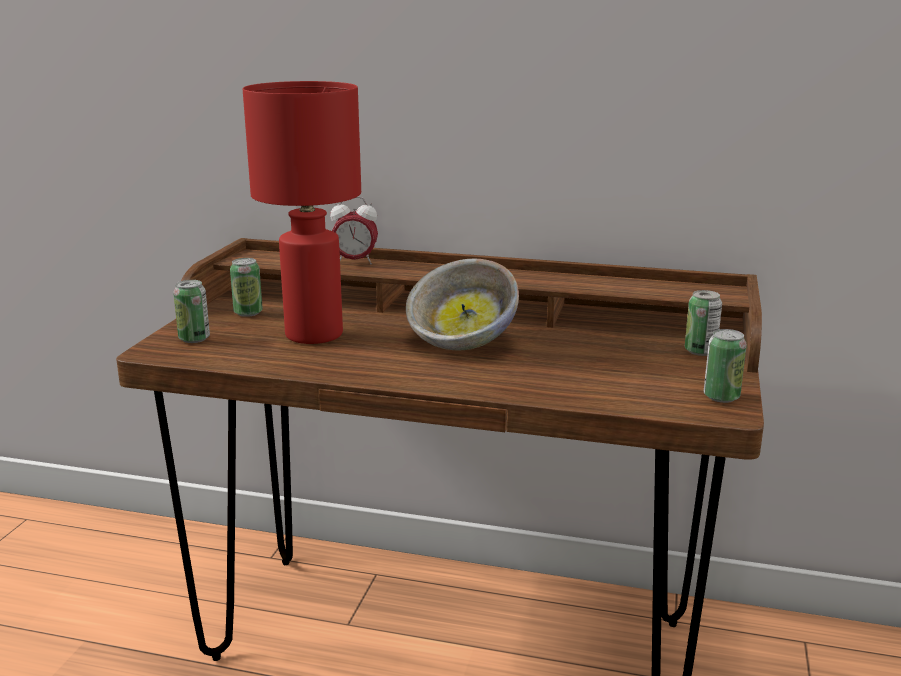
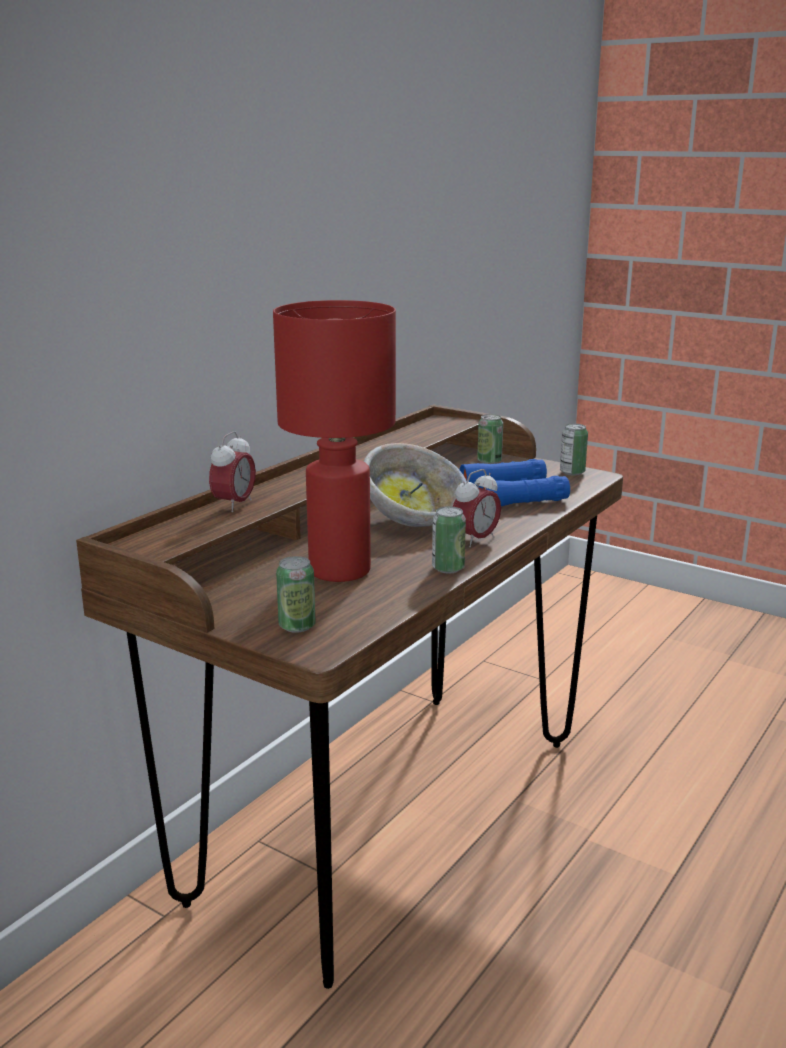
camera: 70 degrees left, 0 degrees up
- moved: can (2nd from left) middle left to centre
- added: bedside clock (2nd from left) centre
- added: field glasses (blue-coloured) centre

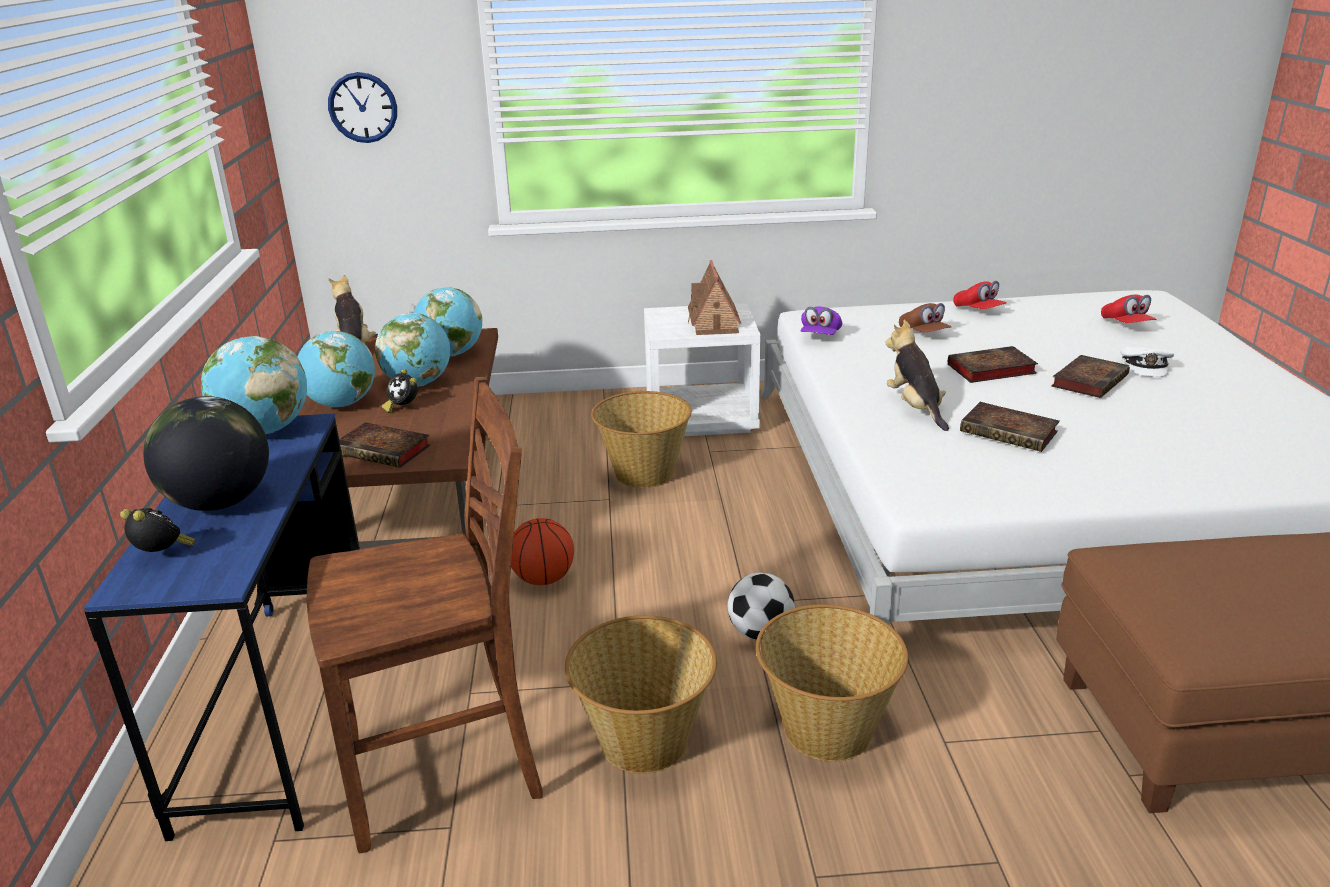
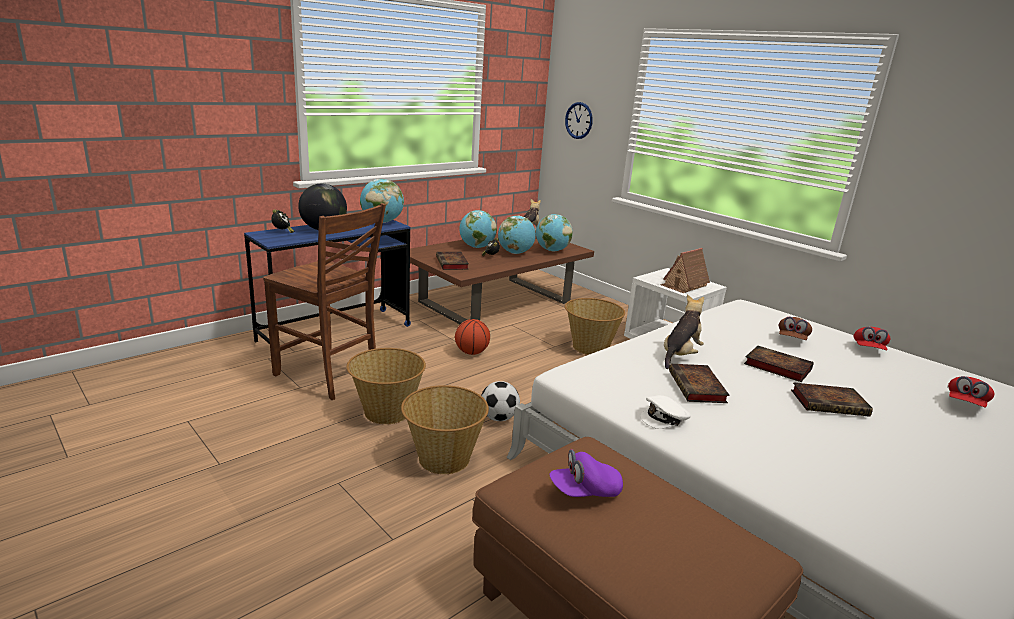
camera: 50 degrees right, 5 degrees down
- moved: cap (purple-coloured) centre to bottom centre
- moved: cap (whitish) middle right to centre

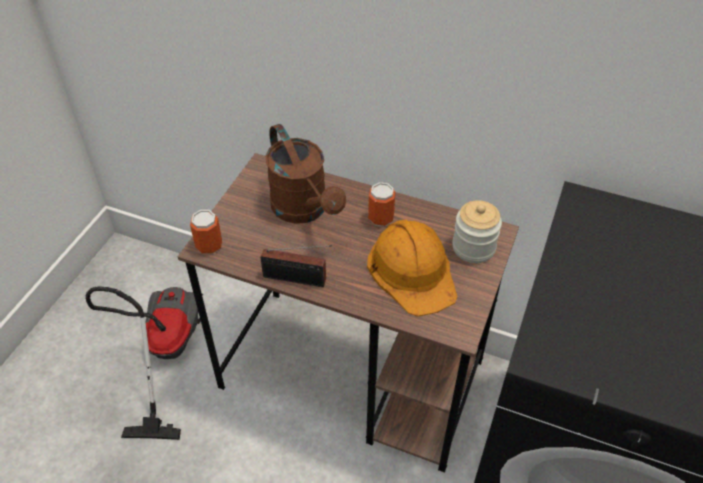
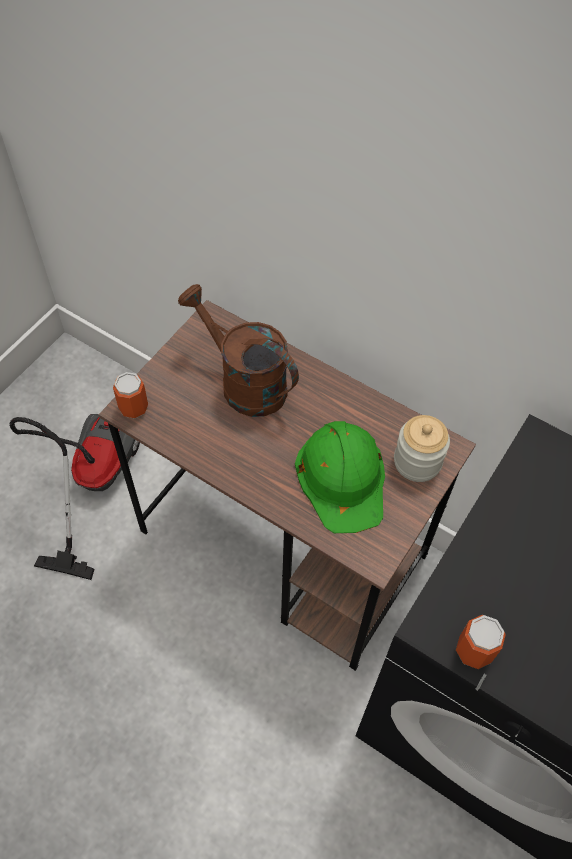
camera: 10 degrees right, 10 degrees up
- removed: radio centre
- turned: sprinkling can (brown-coloured) centre = centre 150 degrees clockwise
- recoloured: hard hat (orange-coloured) centre to hard hat (green) centre
- moved: can (2nd from left) centre to bottom right

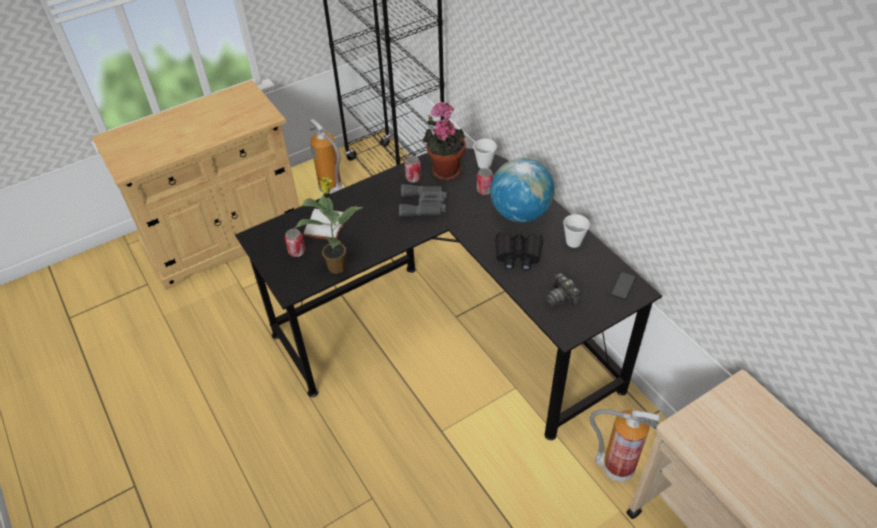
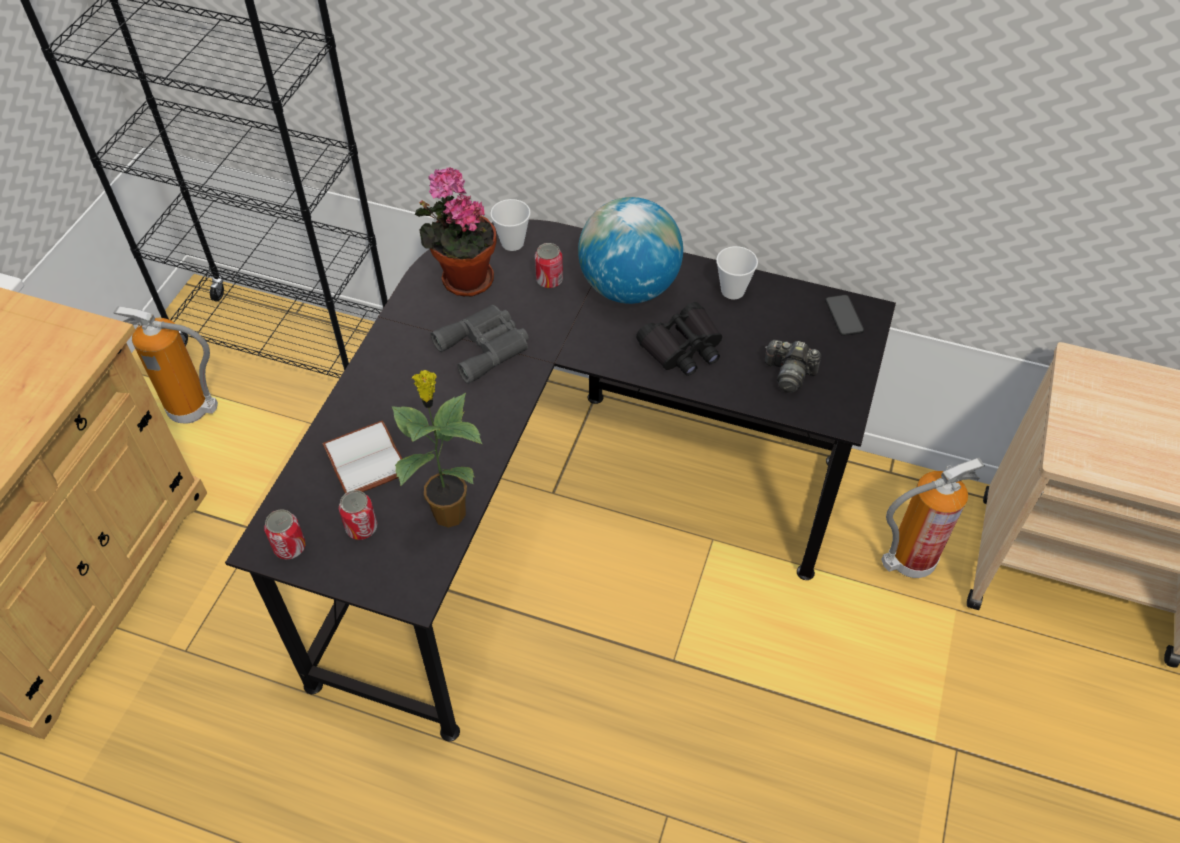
camera: 40 degrees left, 5 degrees up
- moved: can (2nd from left in the first image) top centre to can (1st from left) middle left

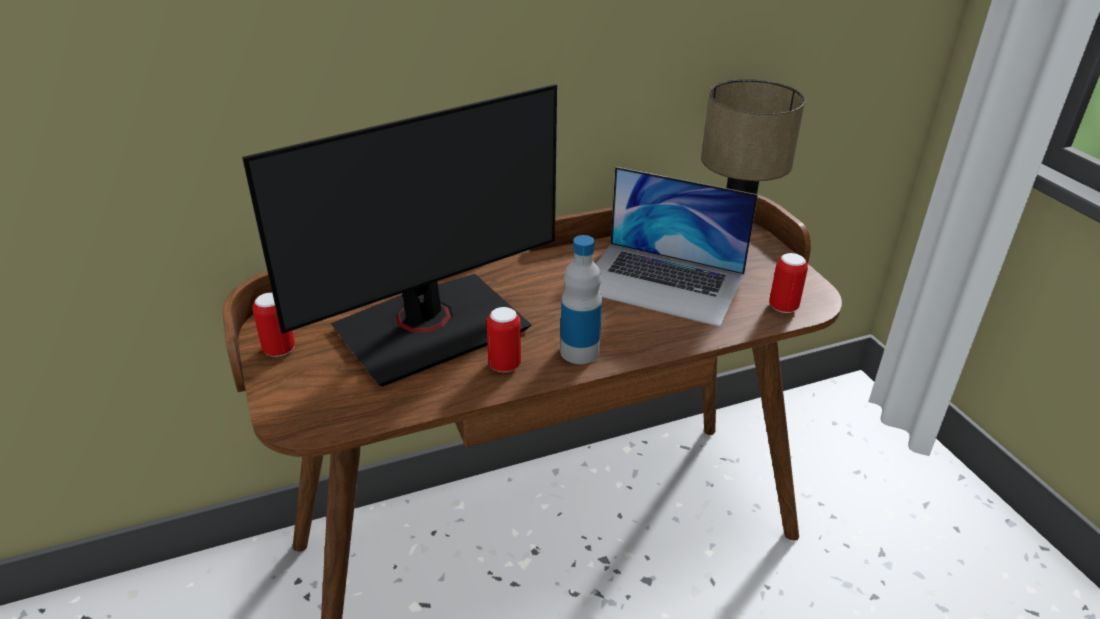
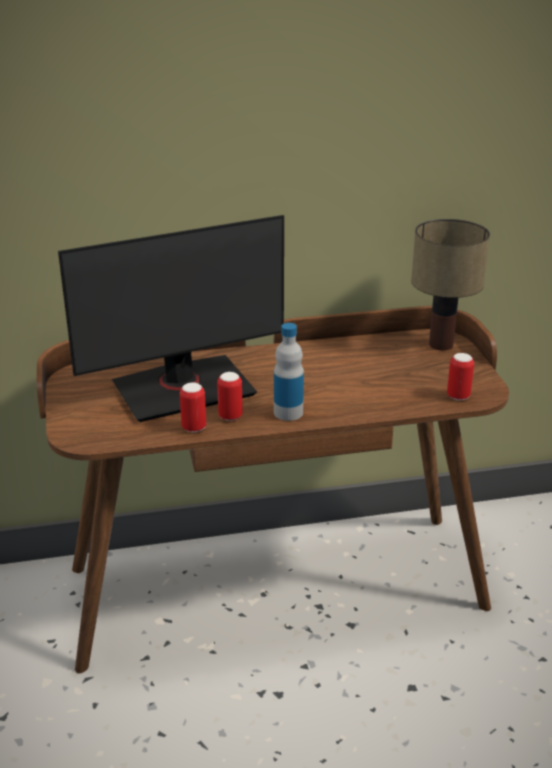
camera: 10 degrees right, 5 degrees down
- moved: can (1st from left) middle left to centre
- removed: notebook computer centre

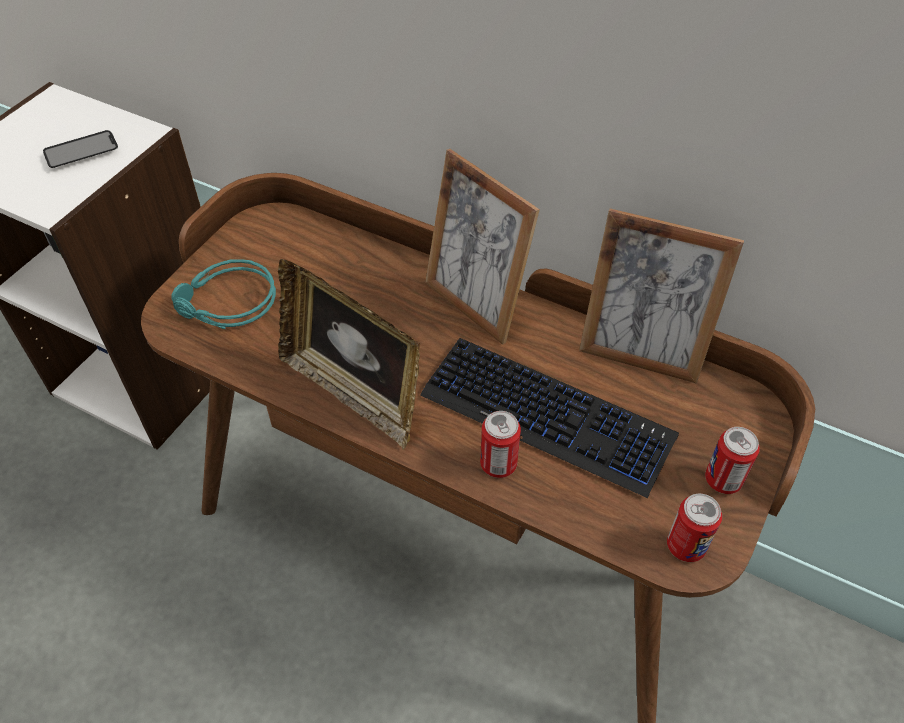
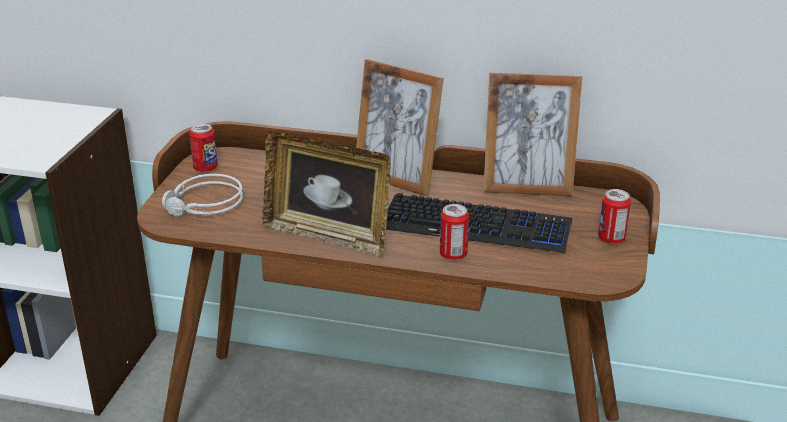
camera: 15 degrees left, 20 degrees down
- removed: telephone top left
- recoloured: headset (turquoise) middle left to headset (grey) middle left
- moved: can (2nd from left in the first image) bottom right to can (1st from left) middle left

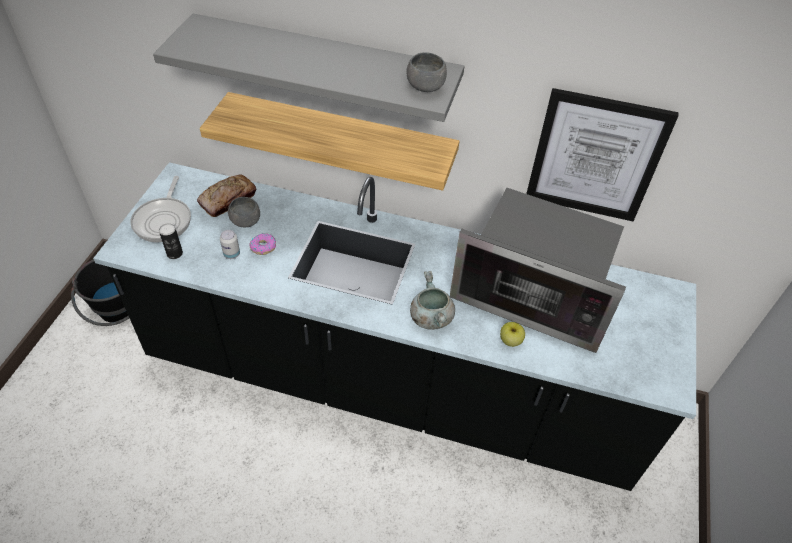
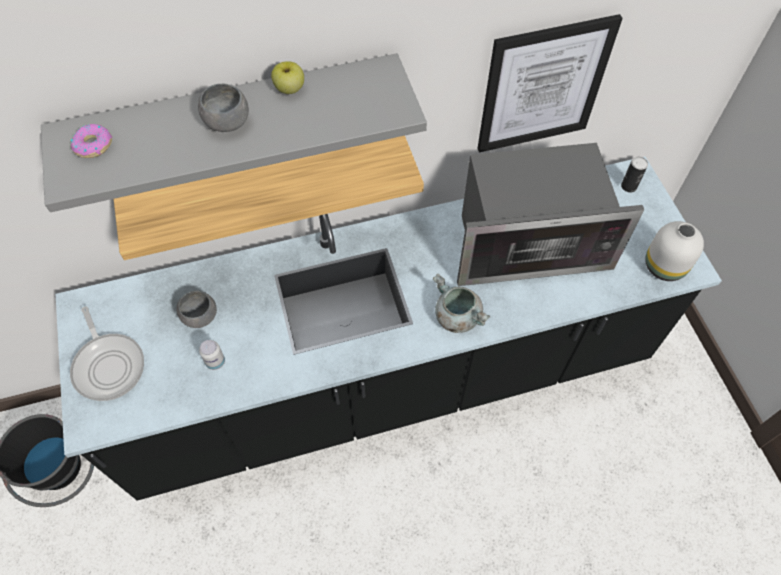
camera: 30 degrees left, 10 degrees up
- moved: can (1st from left in the first image) middle left to can (2nd from left) top right
- removed: bread middle left
- moved: doughnut middle left to top left
- moved: deep dish (grey) (2nd from left) top centre to top left
- moved: whole apple centre to top centre
- added: decorative vase (whitish) middle right

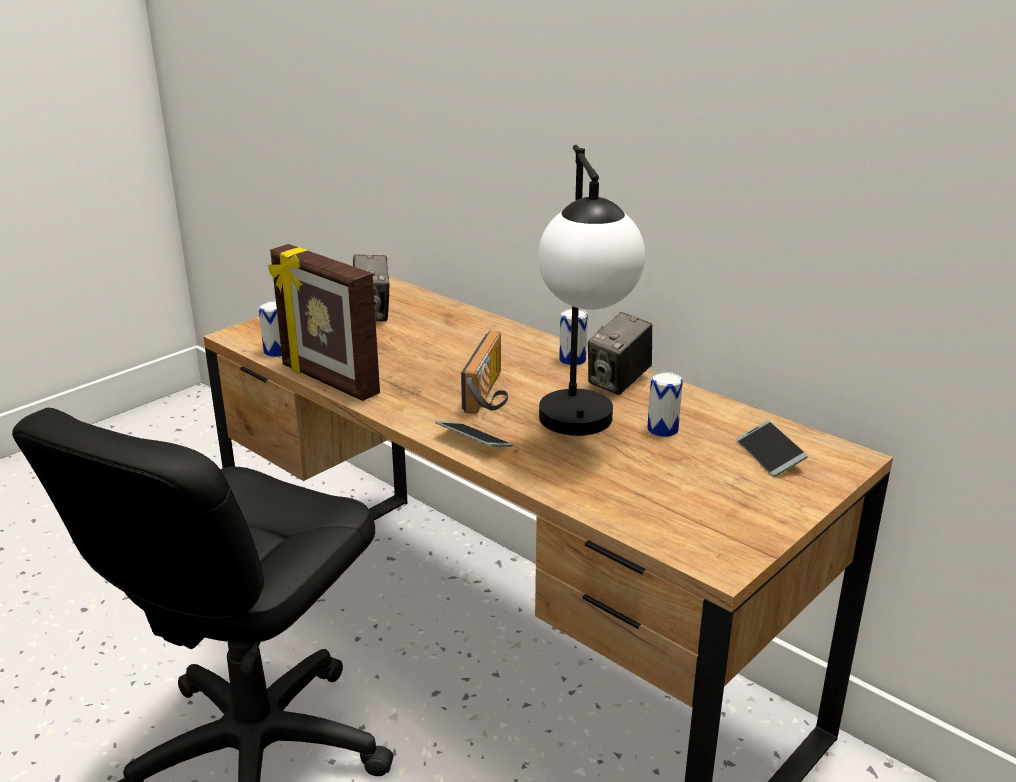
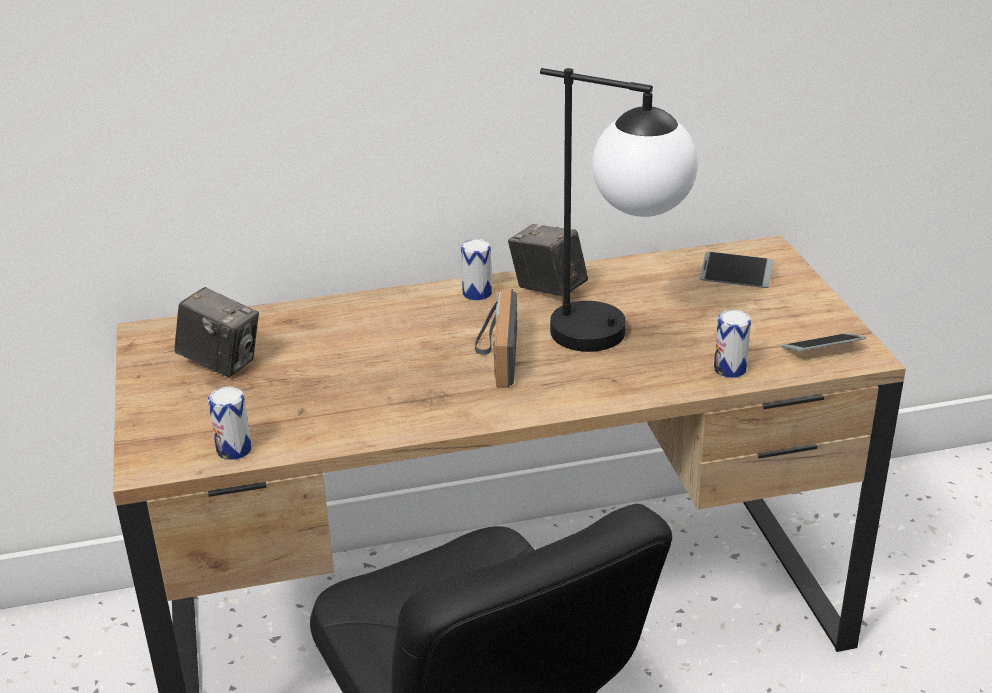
camera: 55 degrees left, 5 degrees up
- removed: picture frame middle left
- moved: telephone (1st from left in the first image) centre to telephone (2nd from left) middle right
- turned: radio centre = centre 135 degrees counterclockwise
- turned: photo camera (2nd from left) centre = centre 150 degrees clockwise
- moved: can (3rd from left) centre to middle right

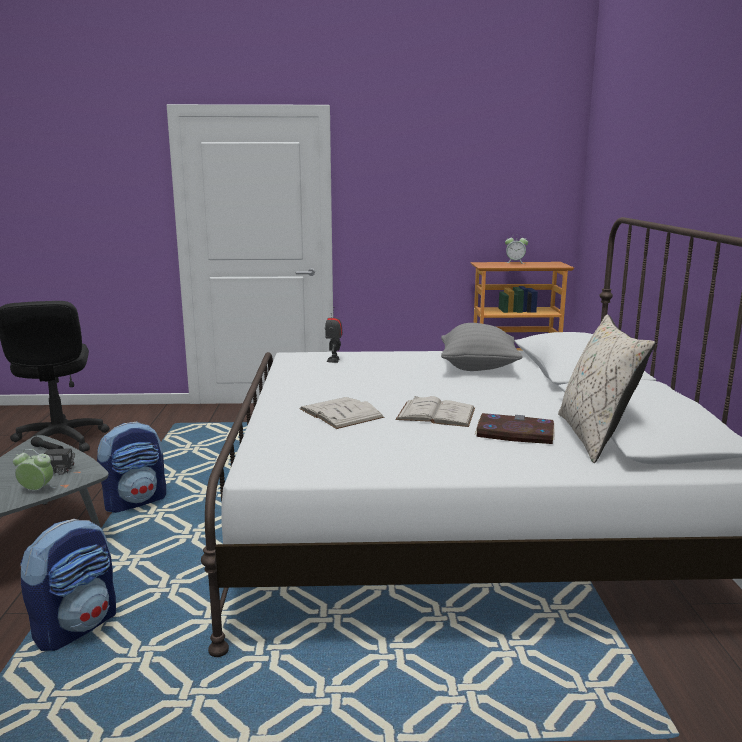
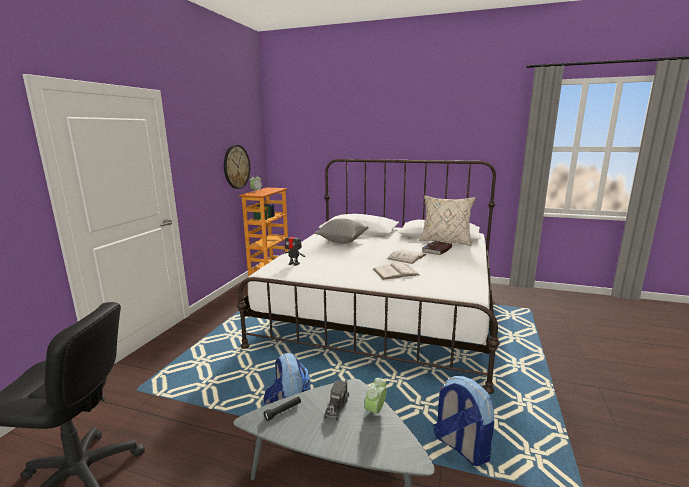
camera: 70 degrees left, 0 degrees up
- added: hanging clock centre

